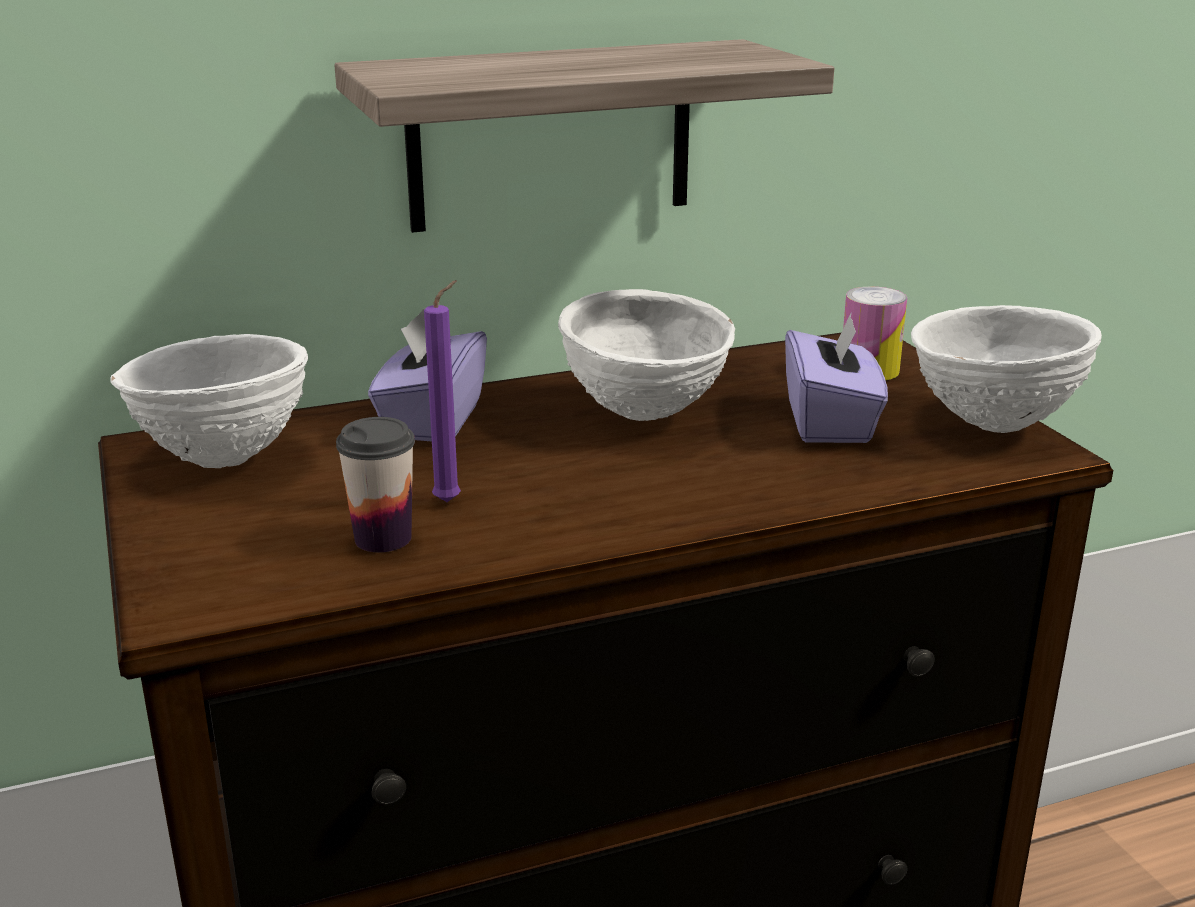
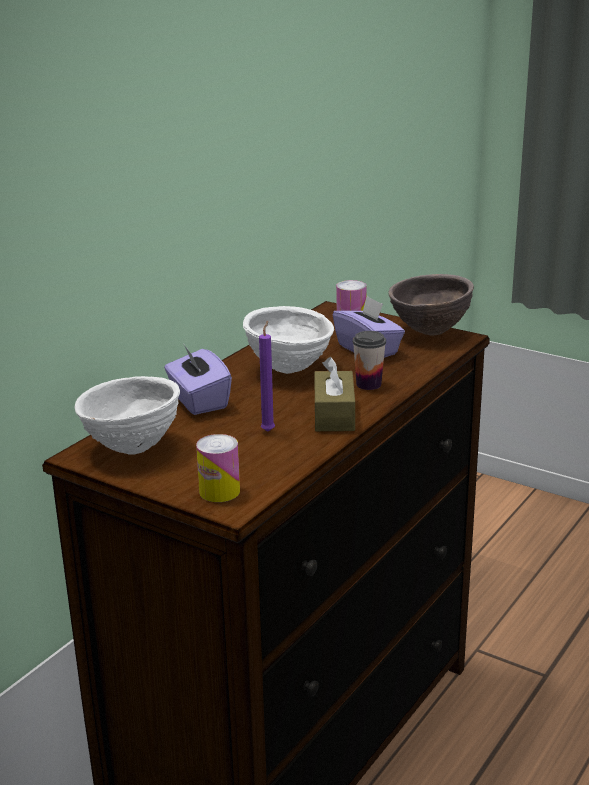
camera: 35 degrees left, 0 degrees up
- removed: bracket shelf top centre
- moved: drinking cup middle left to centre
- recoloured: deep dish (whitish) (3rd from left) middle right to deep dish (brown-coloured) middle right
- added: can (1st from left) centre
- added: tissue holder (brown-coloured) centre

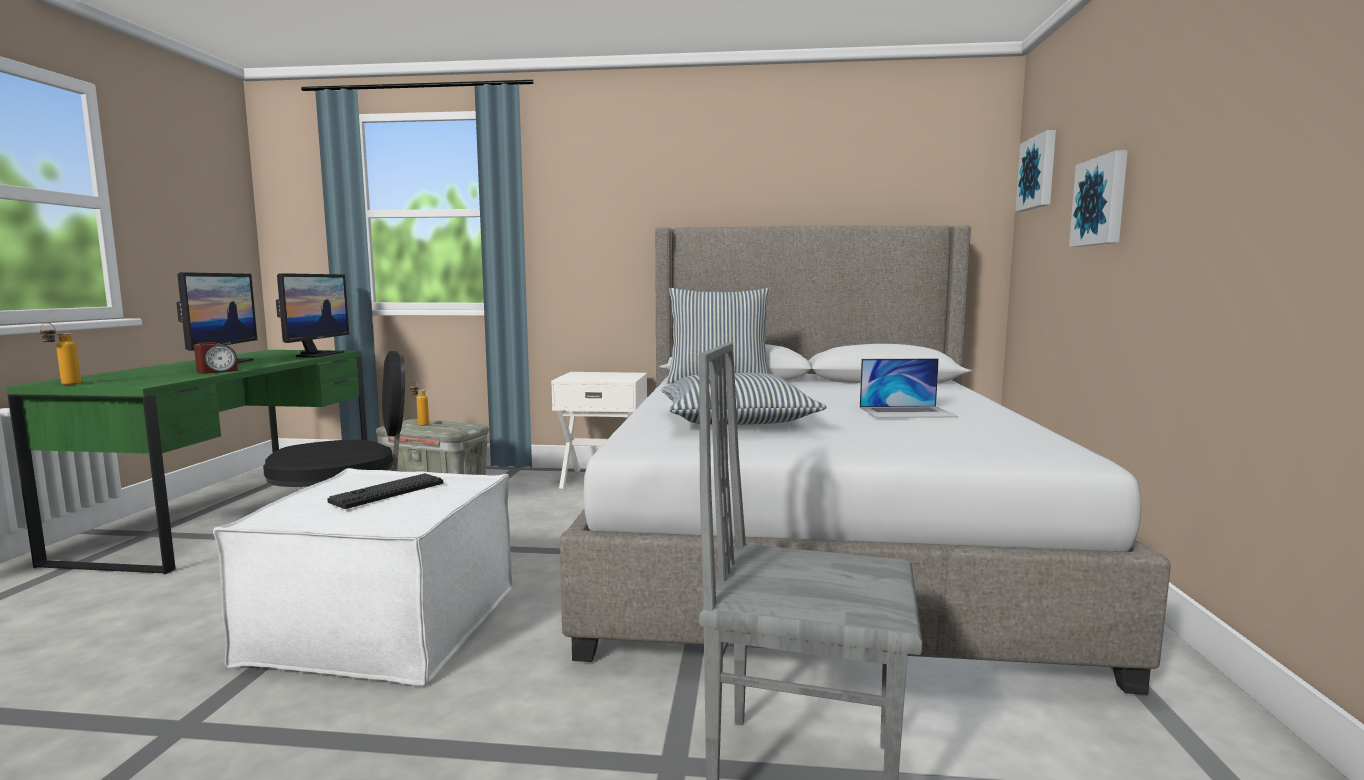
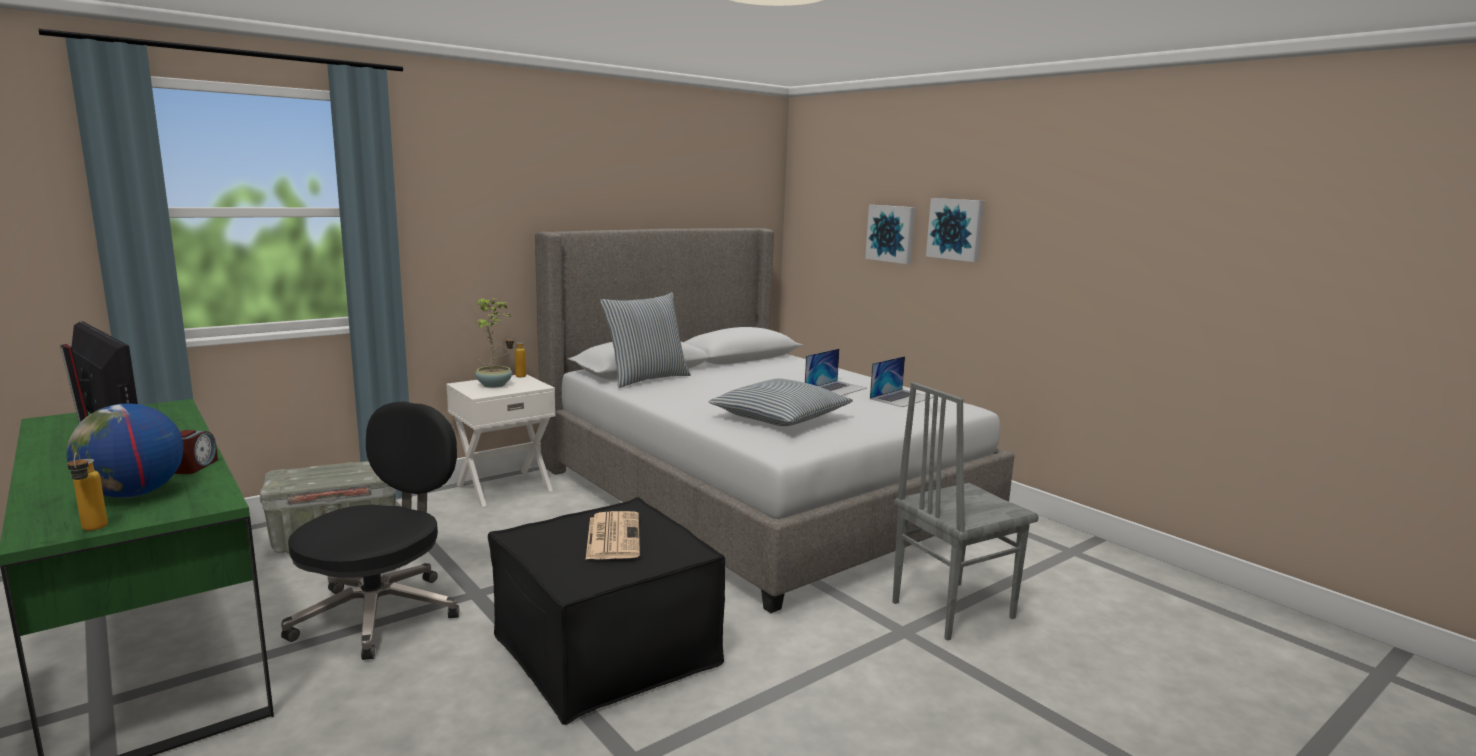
camera: 45 degrees left, 5 degrees up
- recoloured: pouffe (whitish) bottom left to pouffe (black) bottom centre
- removed: monitor (2nd from left) middle left
- replaced: keyboard middle left to daily paper bottom centre
- moved: beverage bottle (2nd from left) middle left to centre
- moved: wall picture (1st from left in the first image) top right to wall picture (2nd from left) top centre
- added: world globe middle left
- added: houseplant centre
- added: notebook computer (2nd from left) centre

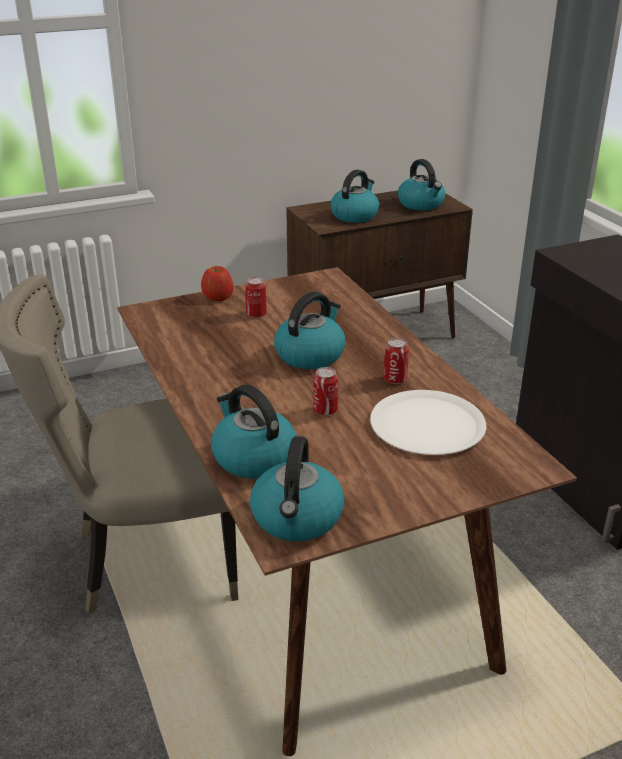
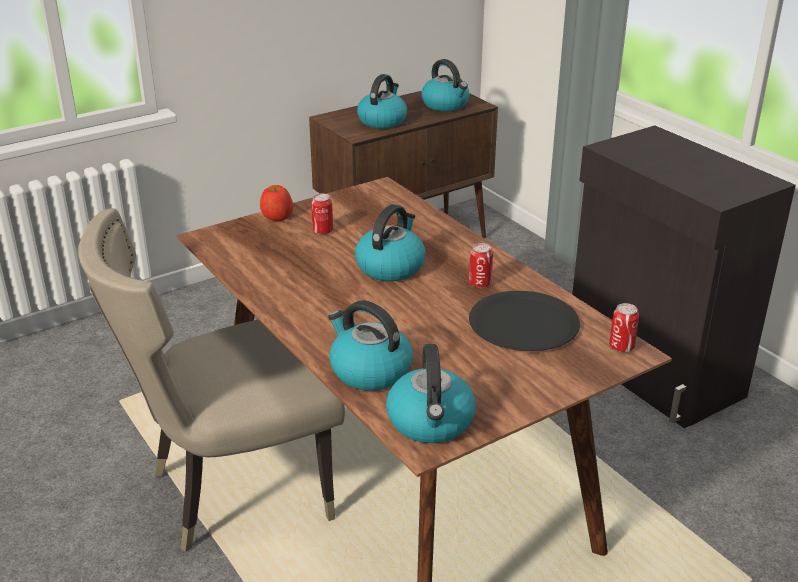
camera: 10 degrees left, 0 degrees up
- moved: can (2nd from left in the first image) centre to can (3rd from left) middle right
- recoloured: flat dish (whitish) middle right to flat dish (black) centre

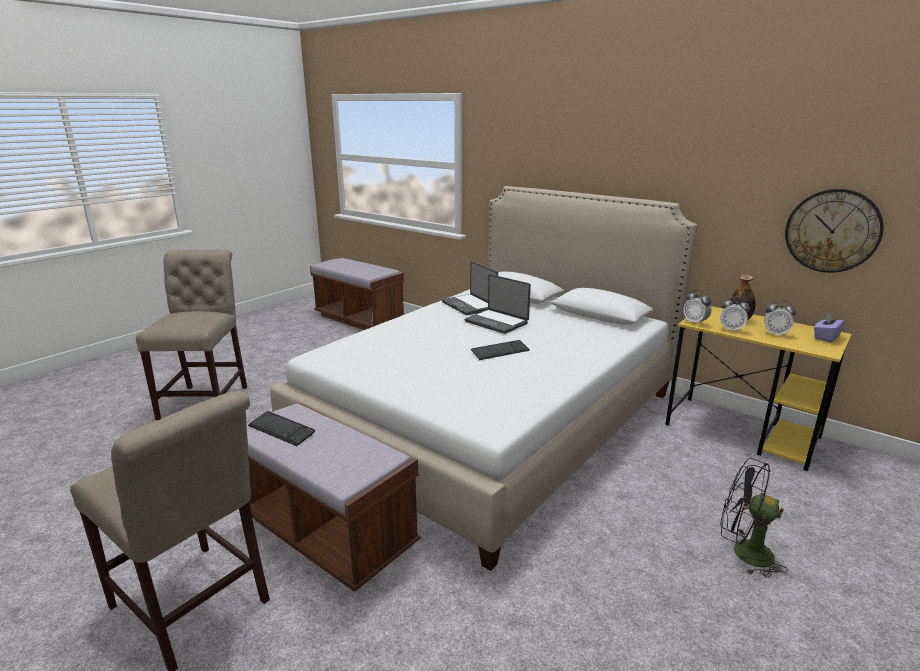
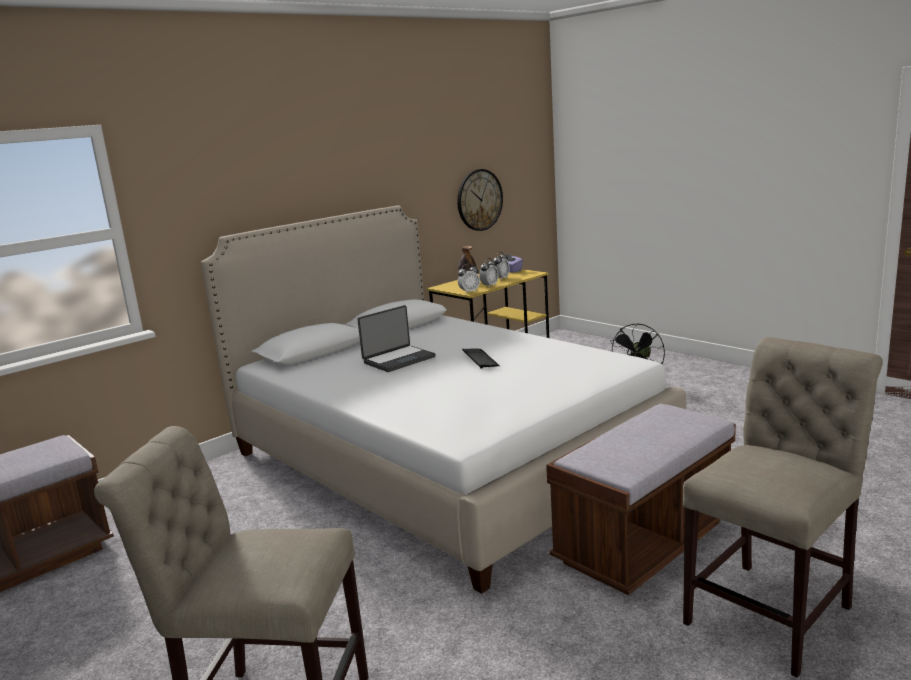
camera: 80 degrees left, 5 degrees down
- removed: keyboard (1st from left) middle left
- removed: notebook computer (1st from left) centre

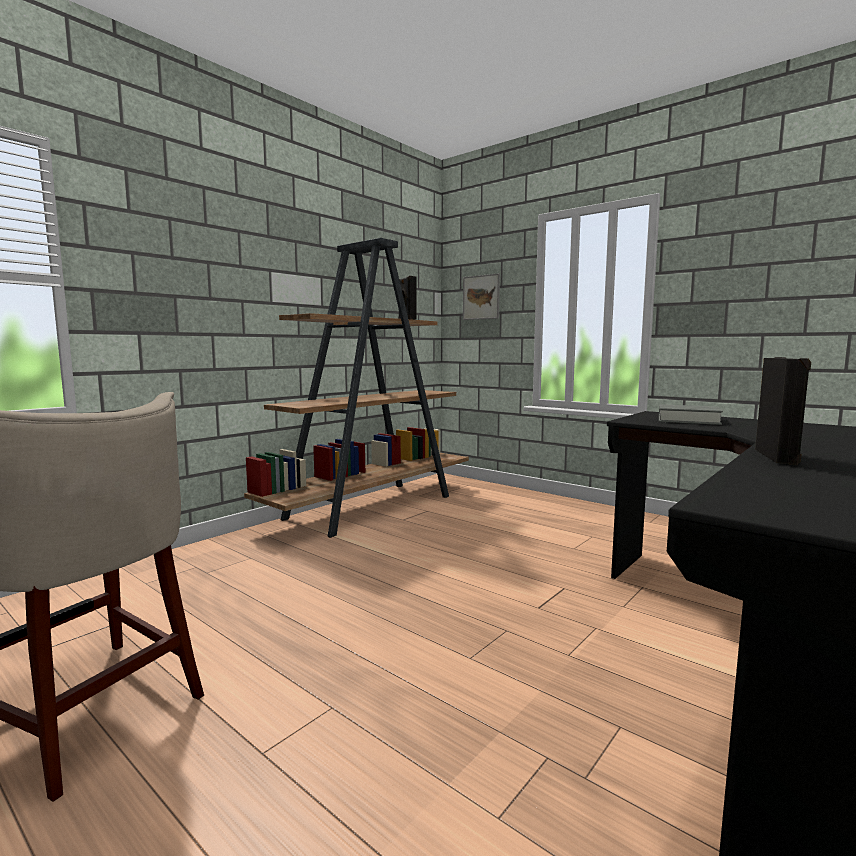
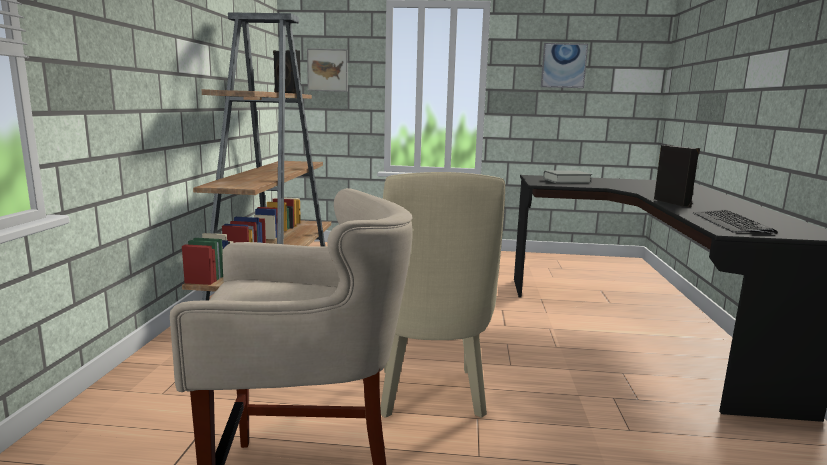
camera: 35 degrees left, 5 degrees up
- added: upright chair (beige-coloured) centre
- added: wall picture (2nd from left) top right
- added: keyboard middle right

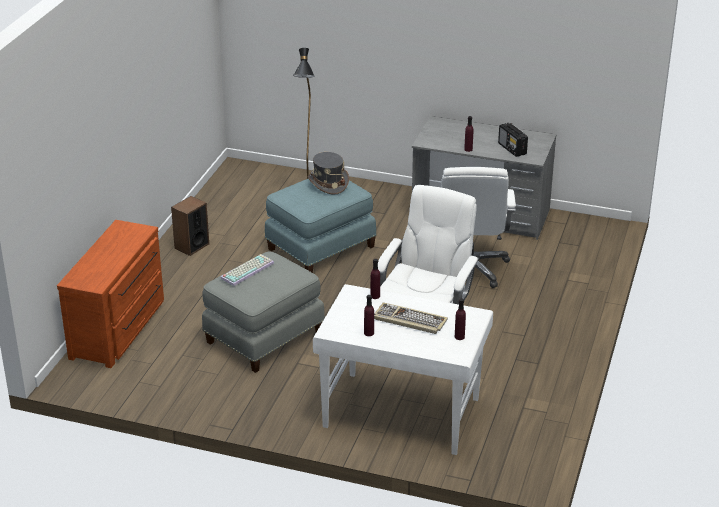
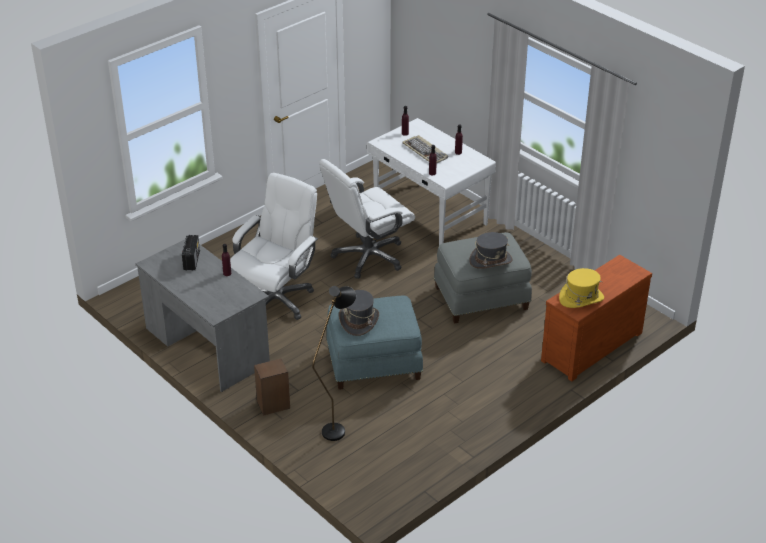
camera: 150 degrees left, 5 degrees up
- moved: loudspeaker middle left to bottom centre
- replaced: keyboard (1st from left) centre to clothing hat (grey) (2nd from left) centre
- added: clothing hat (yellowish) middle right

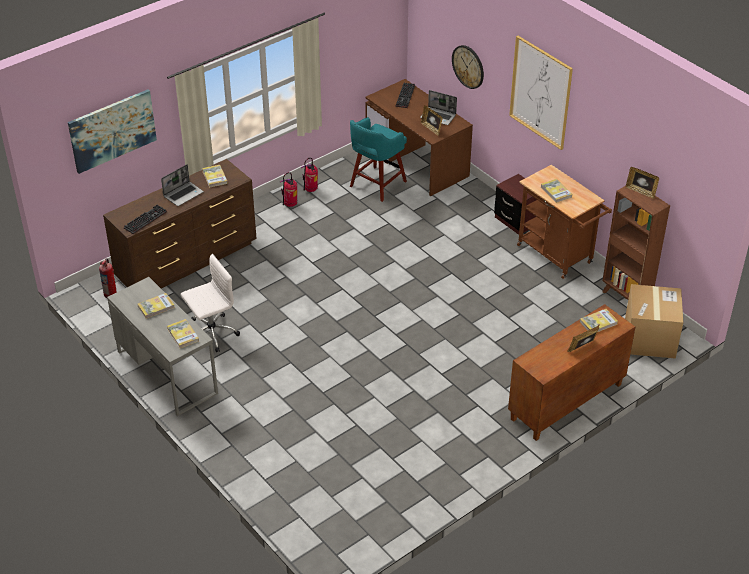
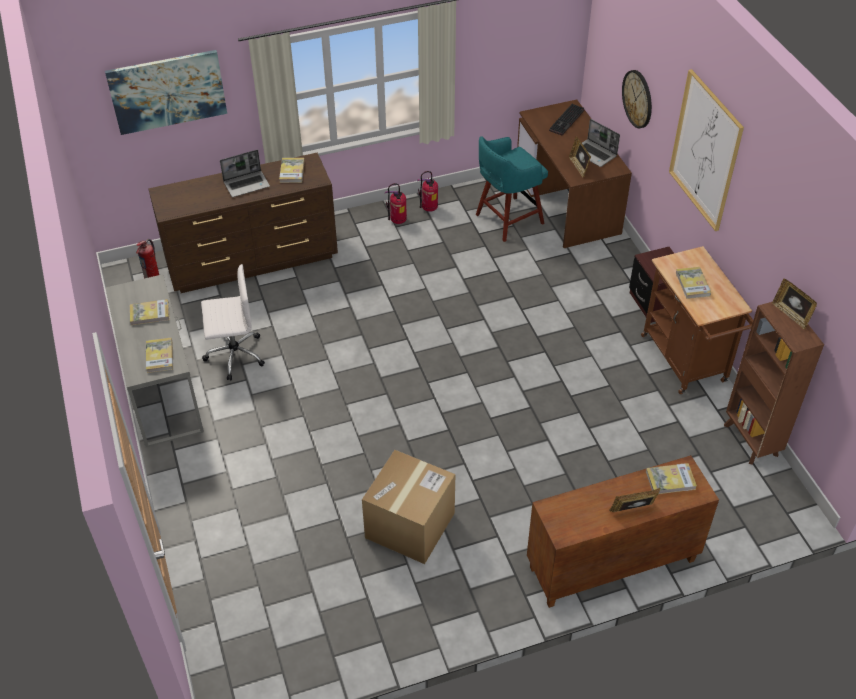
camera: 20 degrees right, 5 degrees up
- removed: keyboard (1st from left) middle left
- moved: cardboard box middle right to bottom centre

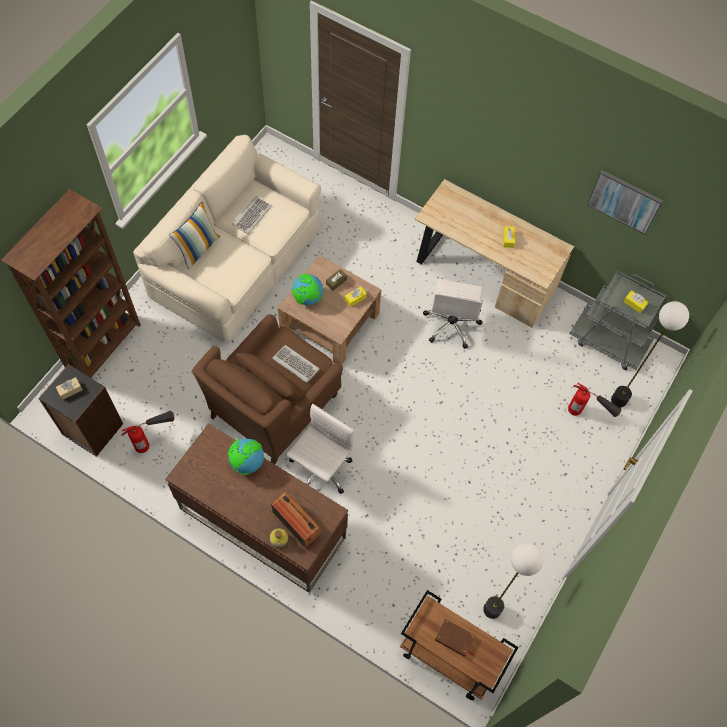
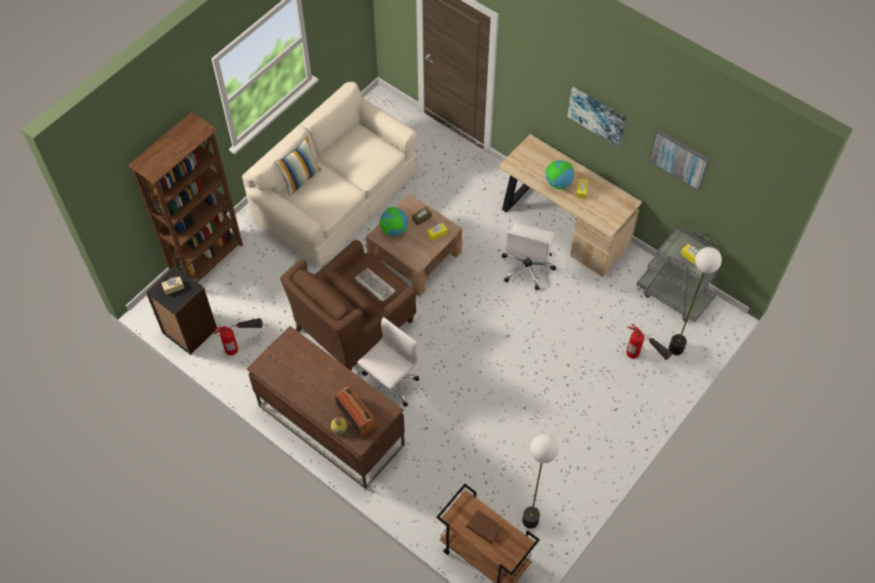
camera: 10 degrees right, 5 degrees down
- moved: world globe (1st from left in the first image) centre to world globe (2nd from left) top centre
- removed: keyboard (1st from left) top centre
- added: wall picture (1st from left) top right

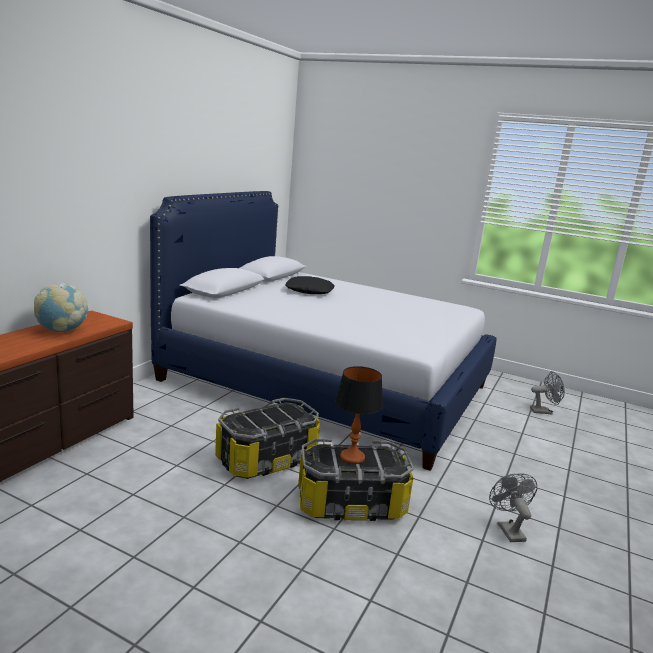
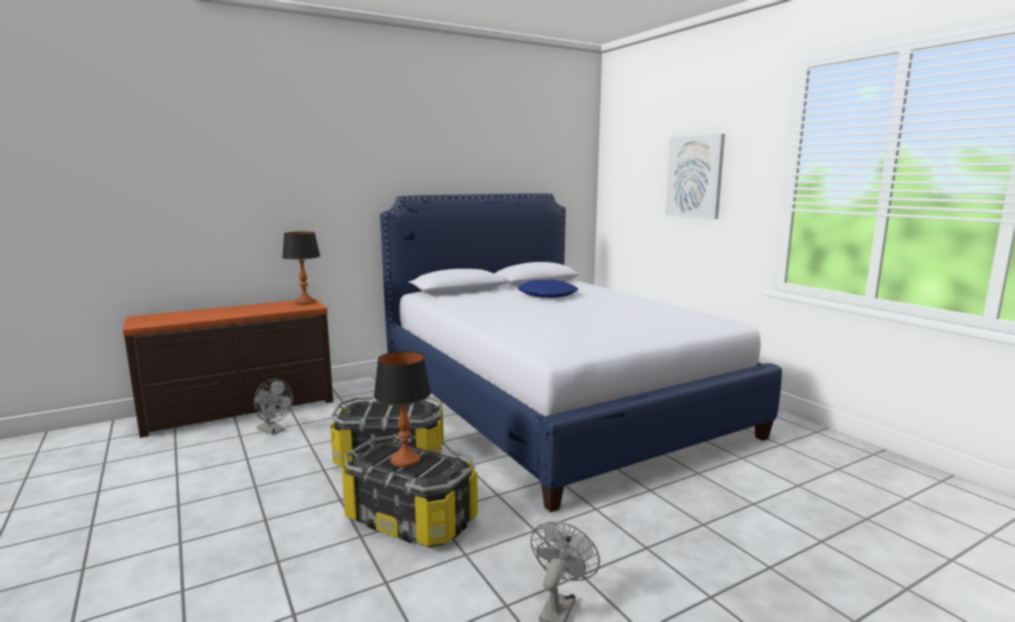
camera: 35 degrees right, 5 degrees down
- removed: world globe middle left
- recoloured: throw pillow (black) centre to throw pillow (blue-coloured) centre
- moved: fan (grey) (2nd from left in the first image) middle right to fan (grey) (1st from left) middle left
- added: tabletop lamp (1st from left) middle left
- added: wall picture top right

